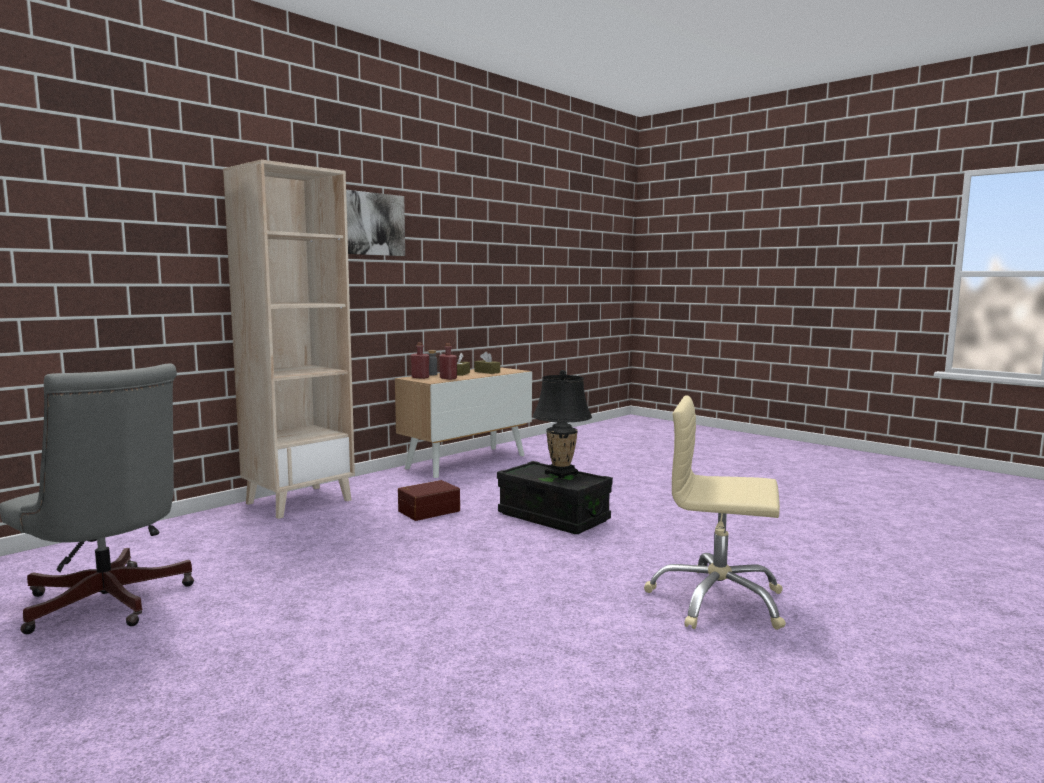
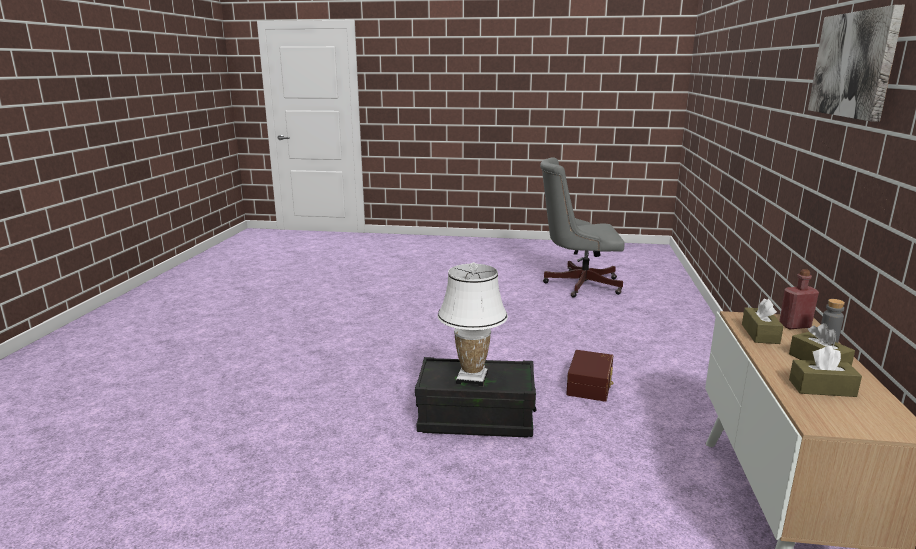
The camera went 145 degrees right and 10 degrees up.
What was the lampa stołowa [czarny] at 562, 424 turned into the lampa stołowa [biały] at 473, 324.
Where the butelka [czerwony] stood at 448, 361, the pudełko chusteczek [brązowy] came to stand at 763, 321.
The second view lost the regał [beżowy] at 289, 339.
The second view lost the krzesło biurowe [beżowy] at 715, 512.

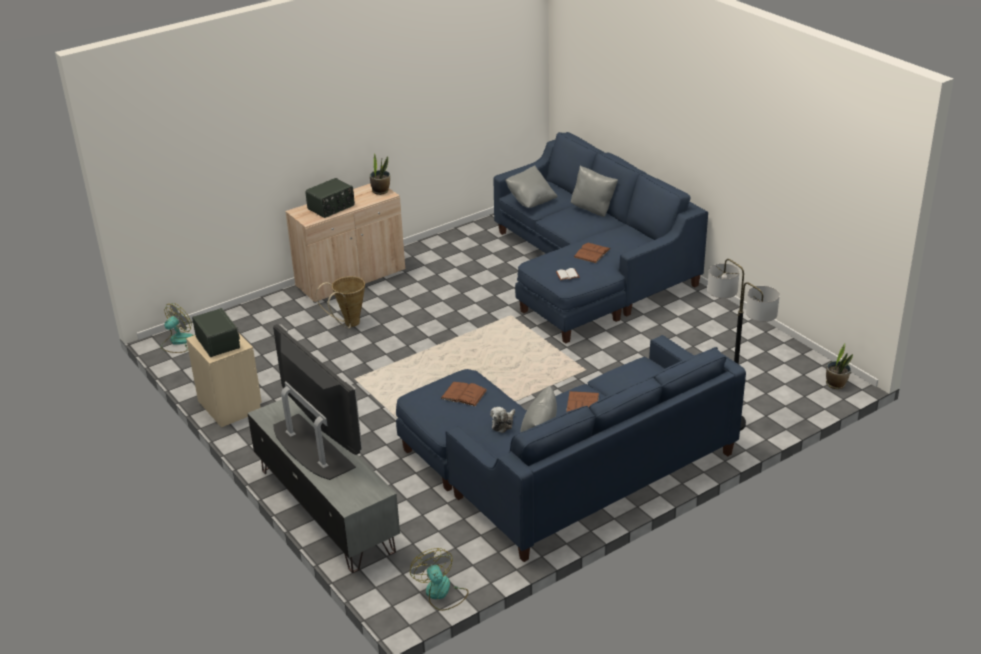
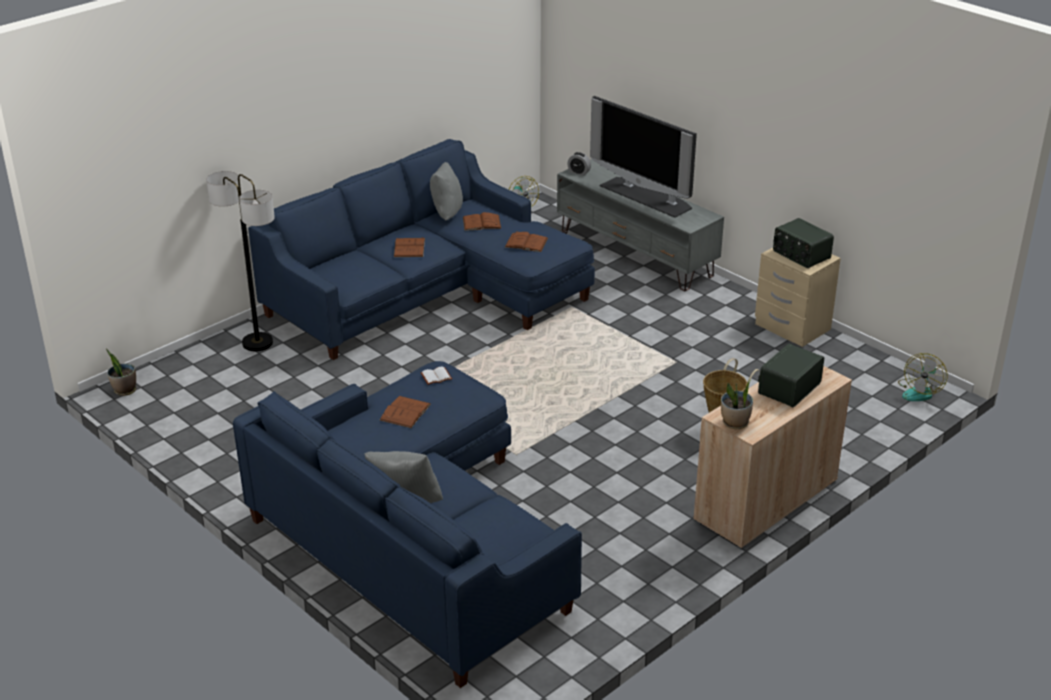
The camera went 170 degrees right and 0 degrees up.
Where the pluszak stood at 502, 420, the książka [brązowy] came to stand at 482, 221.
The second view gained the budzik at 579, 164.
The second view lost the poduszka [szary] at 531, 186.

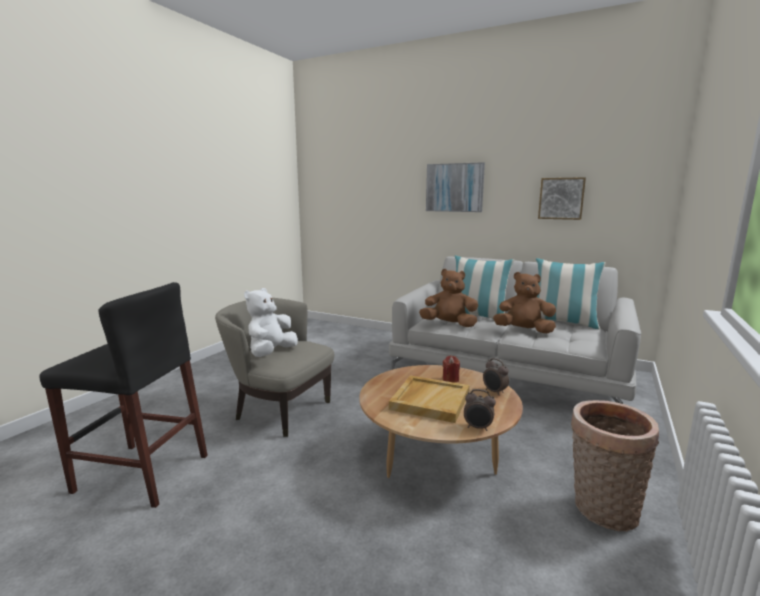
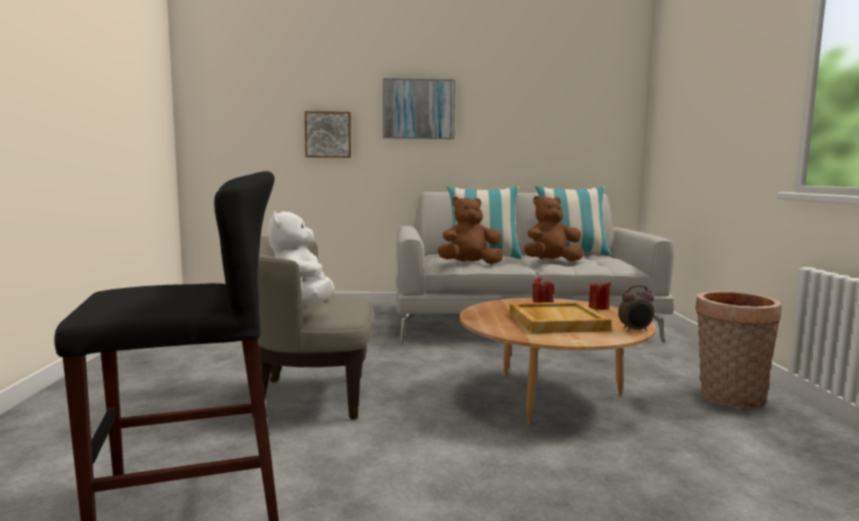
The camera went 30 degrees left and 5 degrees down.
The obraz ended up elsewhere, having gone from 562, 198 to 328, 134.
Where the budzik stood at 496, 376, the świeca [czerwony] came to stand at 600, 294.

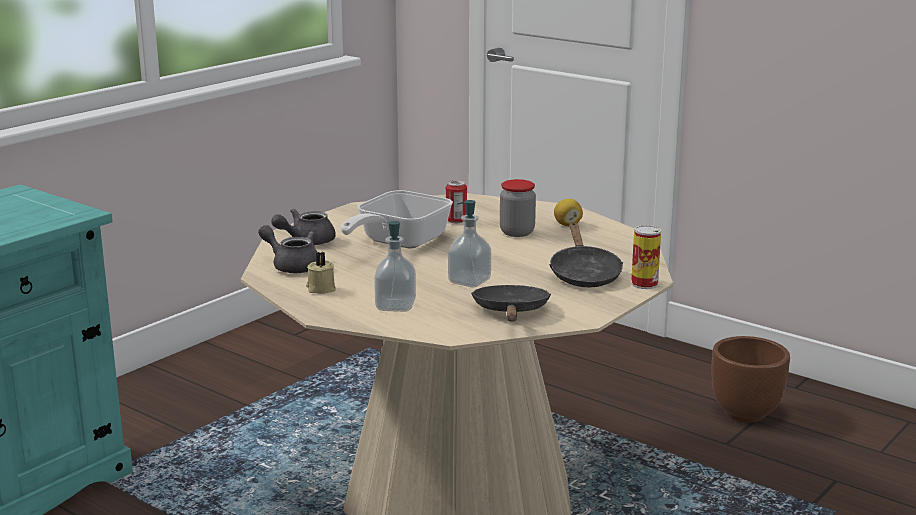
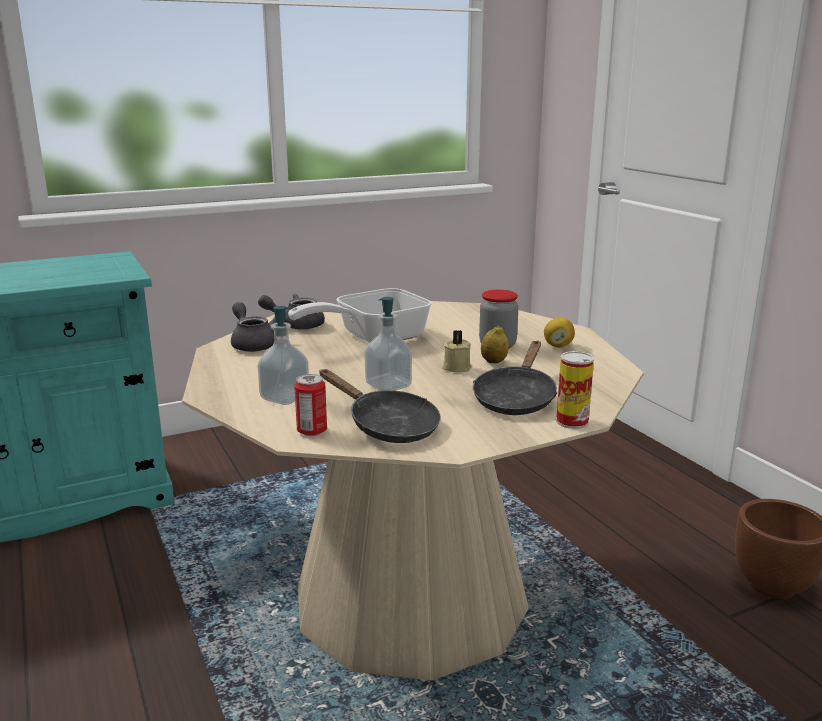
The camera went 25 degrees right and 0 degrees up.
The puszka ended up elsewhere, having gone from 456, 201 to 310, 405.
The patelnia [czarny] at 511, 303 ended up facing another way, 105 degrees clockwise from before.
The świeca [beżowy] ended up elsewhere, having gone from 321, 273 to 457, 351.
The second view gained the cytryna at 495, 344.

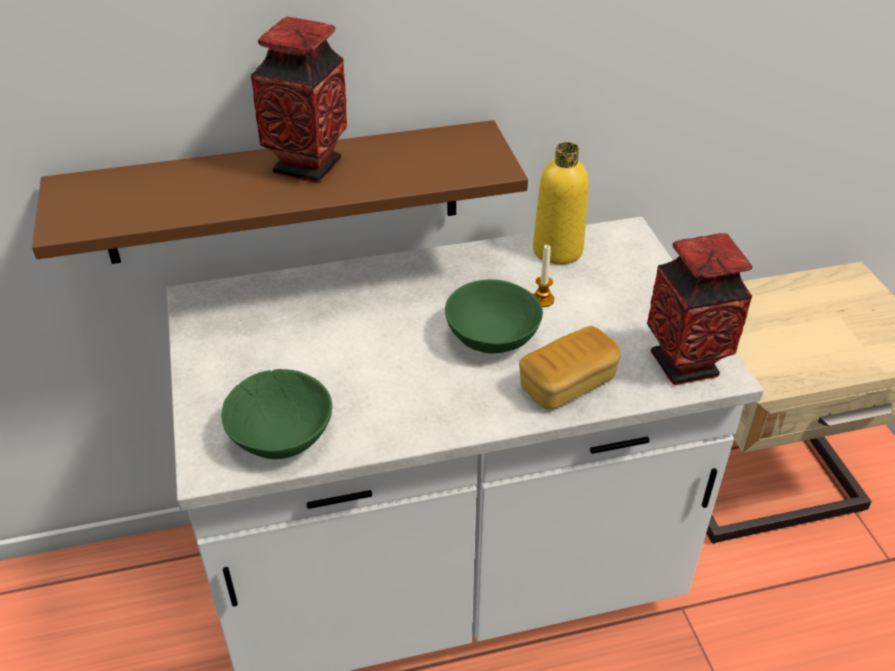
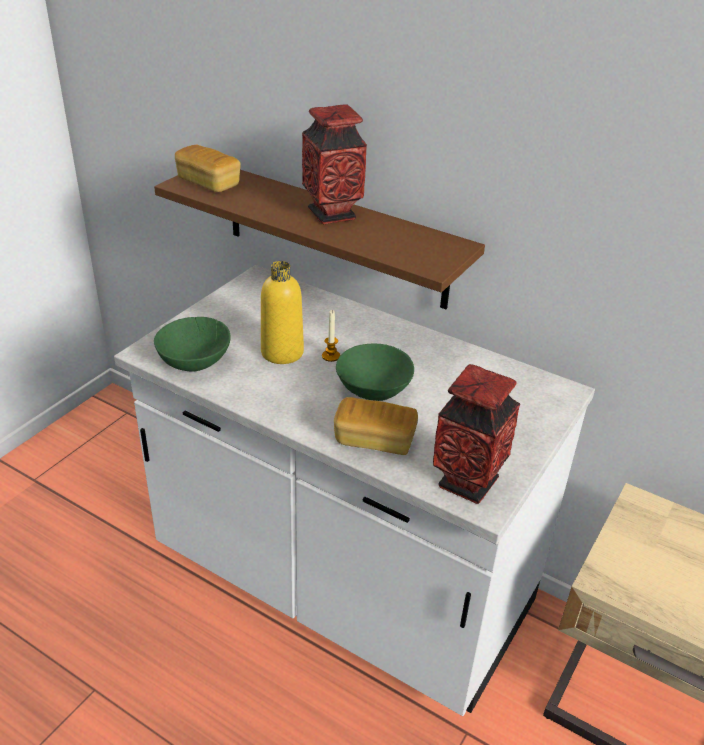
The camera went 45 degrees right and 5 degrees down.
The second view gained the chleb at 208, 168.
The butelka [żółty] ended up elsewhere, having gone from 560, 203 to 282, 312.
The świeca ended up elsewhere, having gone from 543, 275 to 331, 336.

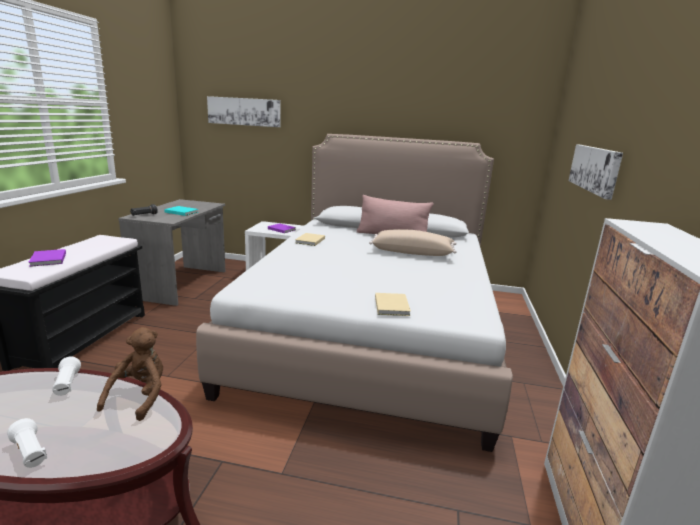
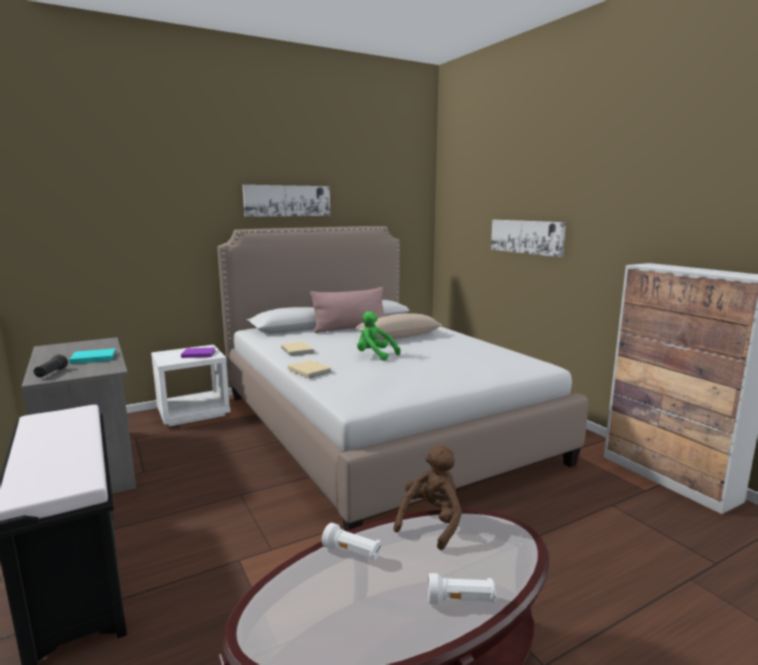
The camera went 40 degrees left and 5 degrees down.
The obraz ended up elsewhere, having gone from 243, 111 to 286, 201.
The książka [beżowy] ended up elsewhere, having gone from 393, 304 to 310, 369.
The second view gained the pluszak [zielony] at 379, 336.
The pluszak [brązowy] at 130, 374 ended up facing another way, 60 degrees clockwise from before.
The second view lost the książka [fioletowy] at 47, 258.

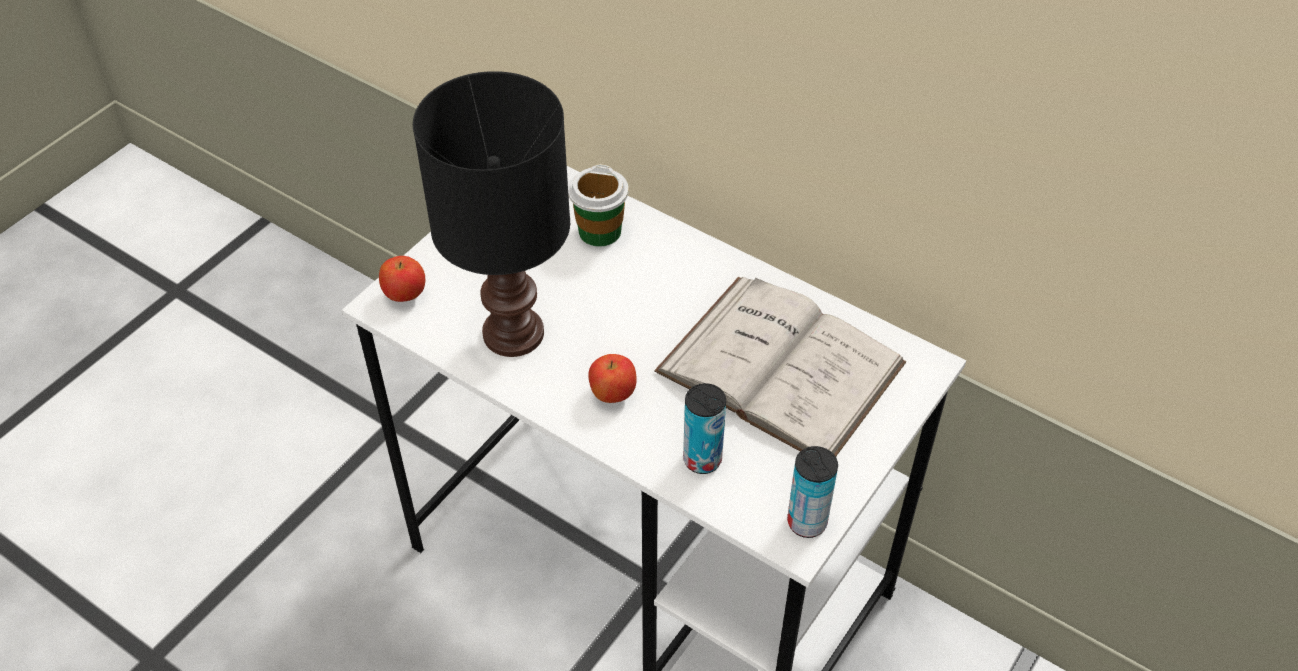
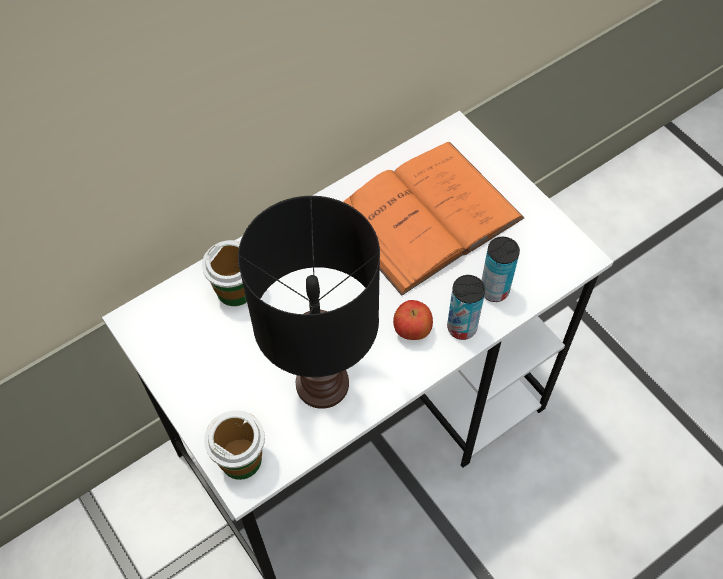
The camera went 70 degrees left and 10 degrees up.
Where the jabłko stood at 402, 279, the filiżanka came to stand at 234, 445.
What was the książka [biały] at 780, 367 turned into the książka [pomarańczowy] at 434, 219.
The puszka ended up elsewhere, having gone from 812, 492 to 466, 307.

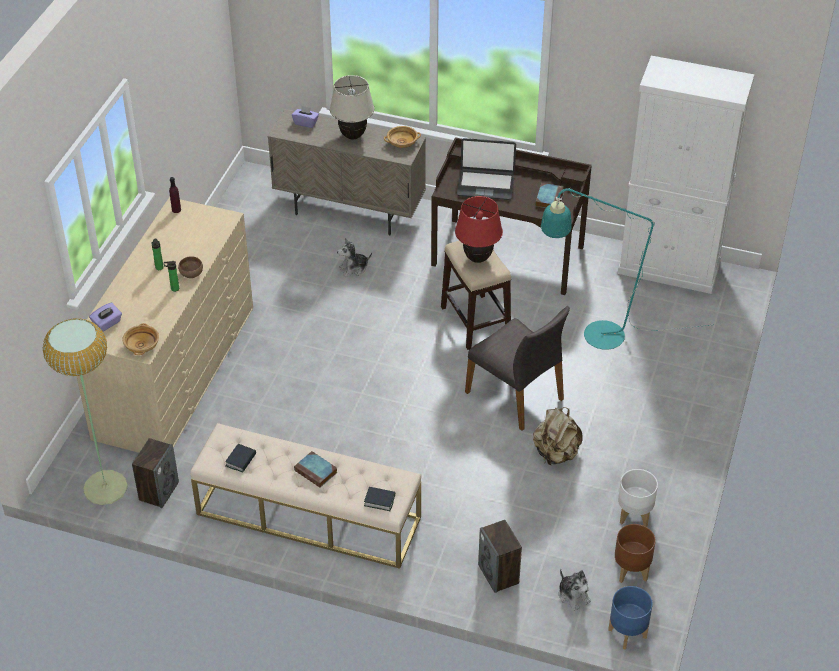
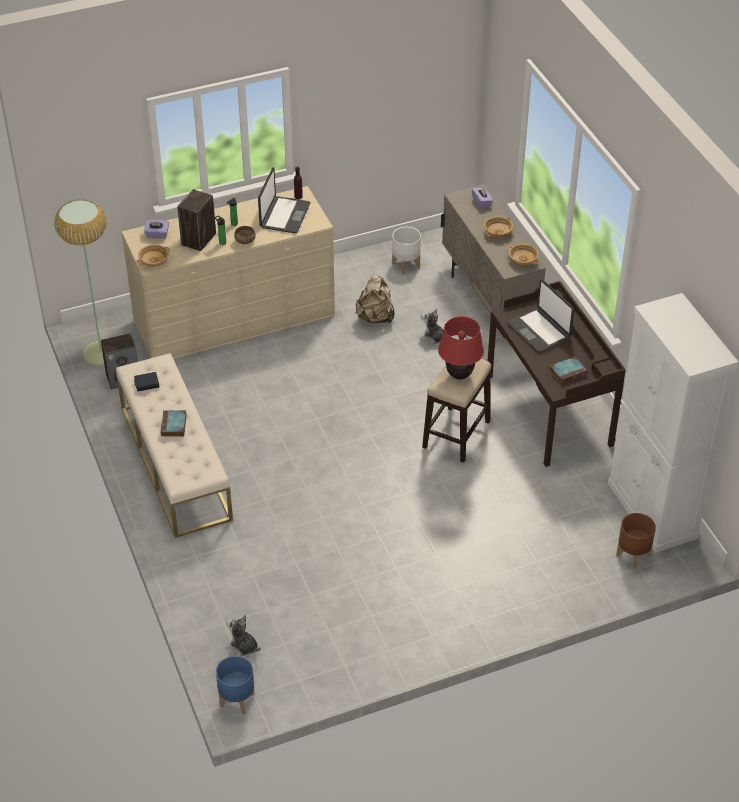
The camera went 50 degrees right and 0 degrees up.
The głośnik ended up elsewhere, having gone from 500, 556 to 196, 220.
The pluszak at 575, 590 ended up facing another way, 105 degrees clockwise from before.
The second view gained the laptop at 284, 200.
The plecak [beżowy] ended up elsewhere, having gone from 558, 436 to 375, 299.
The donica [biały] ended up elsewhere, having gone from 638, 498 to 406, 251.
Where the lampa stołowa [beżowy] stood at 352, 107, the miska [beżowy] came to stand at 498, 227.
The donica [brązowy] ended up elsewhere, having gone from 635, 553 to 636, 541.
The second view lost the książka at 379, 499.
The second view lost the krzesło [szary] at 517, 368.
The second view lost the lampa stojąca [turkusowy] at 625, 269.

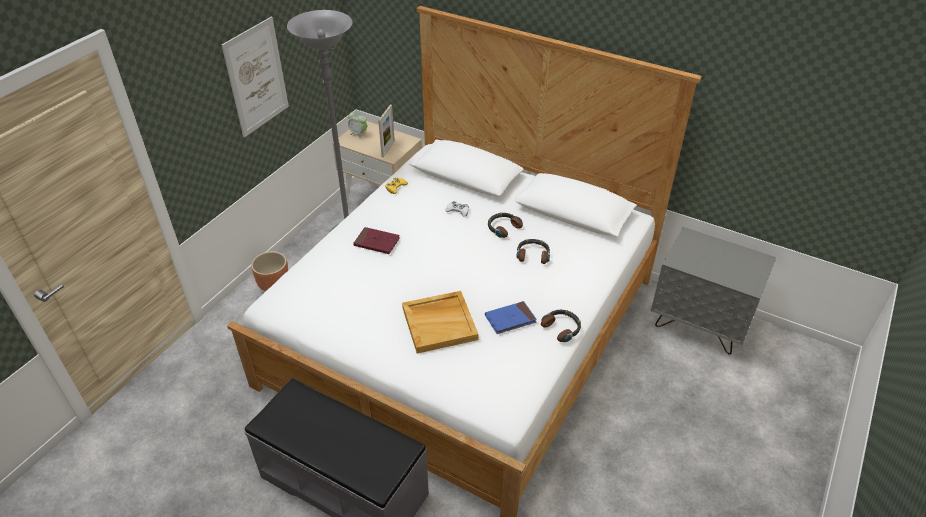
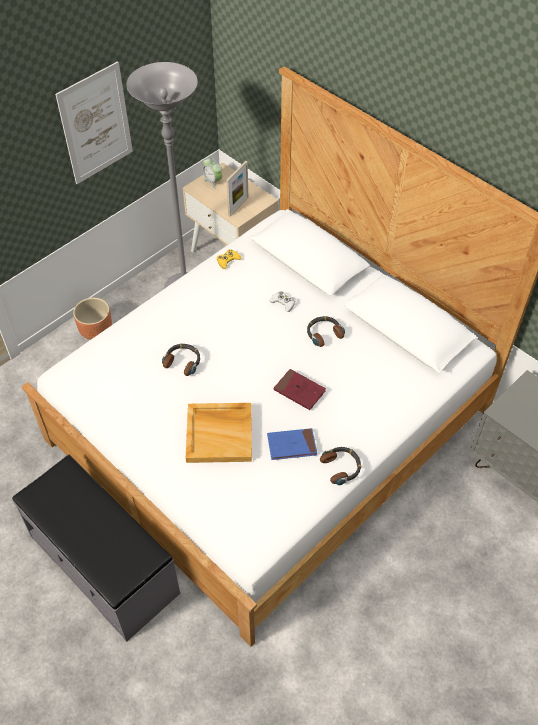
The camera went 15 degrees right and 10 degrees up.
The słuchawki ended up elsewhere, having gone from 533, 251 to 181, 359.
The książka [czerwony] ended up elsewhere, having gone from 376, 240 to 300, 389.

